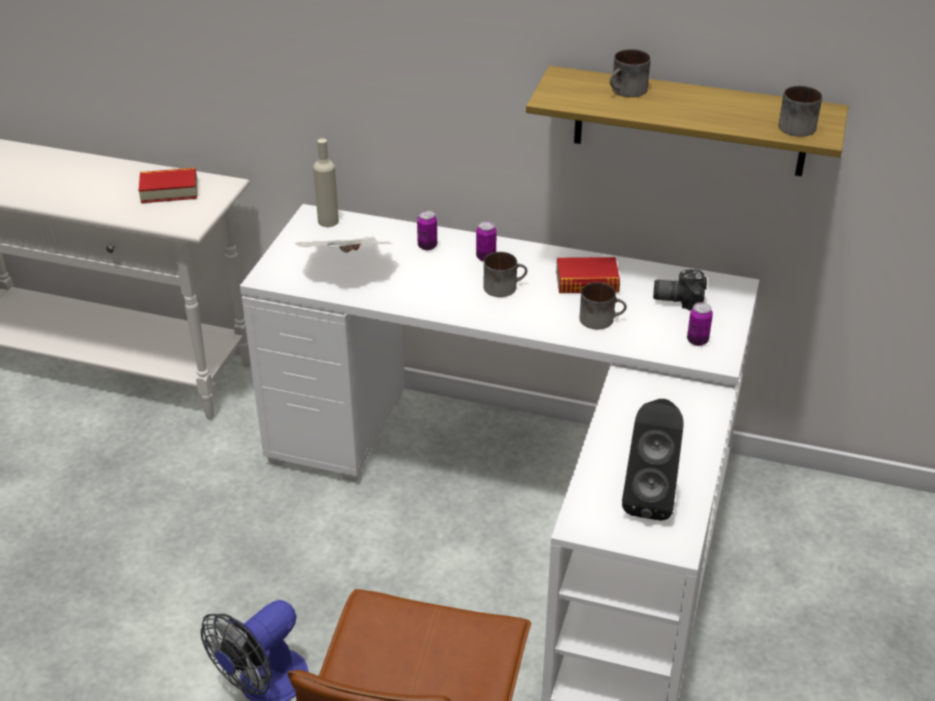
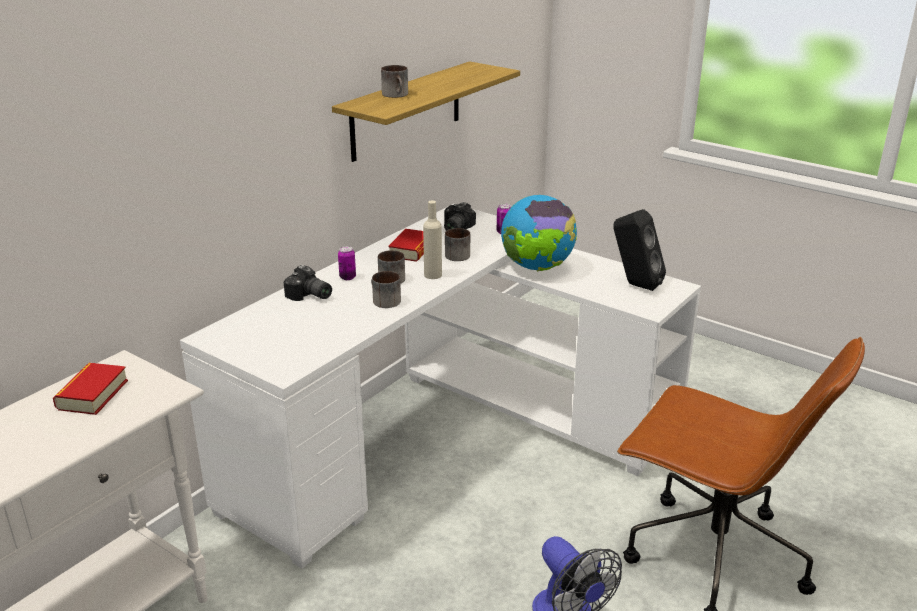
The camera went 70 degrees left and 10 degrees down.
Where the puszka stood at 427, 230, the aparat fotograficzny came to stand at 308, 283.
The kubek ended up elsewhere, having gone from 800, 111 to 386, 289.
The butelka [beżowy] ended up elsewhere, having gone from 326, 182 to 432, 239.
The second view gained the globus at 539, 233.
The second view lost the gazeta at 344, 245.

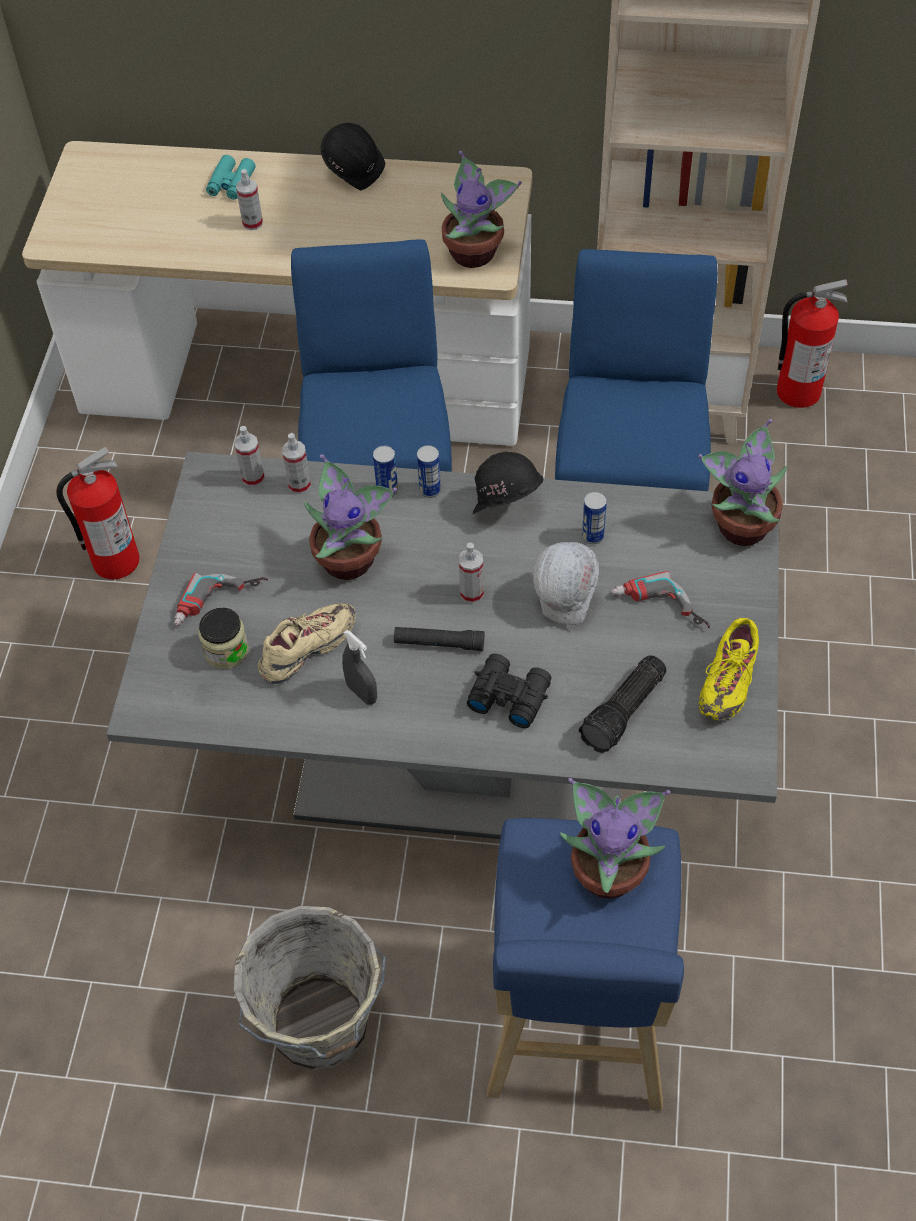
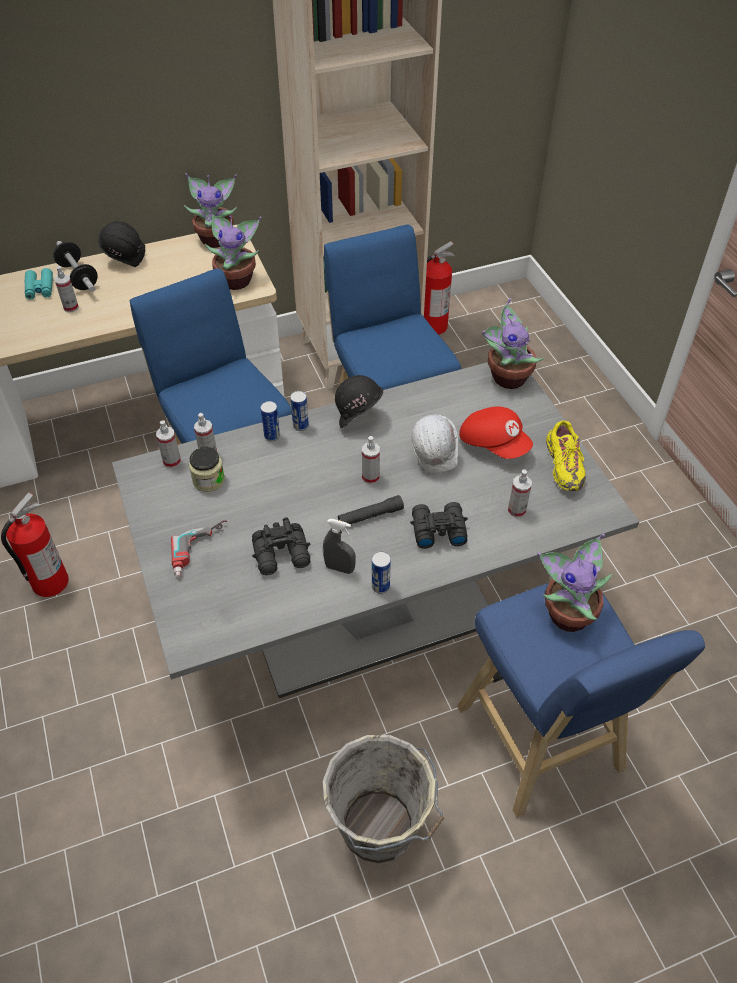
The camera went 30 degrees left and 5 degrees down.
The second view gained the hantel at 75, 266.
The roślina doniczkowa ended up elsewhere, having gone from 350, 517 to 210, 210.
The słoik ended up elsewhere, having gone from 224, 638 to 207, 469.
Where the but [beżowy] stood at 307, 643, the lornetka [czarny] came to stand at 281, 546.
The puszka ended up elsewhere, having gone from 594, 518 to 381, 572.
Where the wiertarka stood at 660, 599, the czapka z daszkiem [czerwony] came to stand at 496, 432.
Where the latarka stood at 623, 704, the spryskiwacz came to stand at 520, 493.

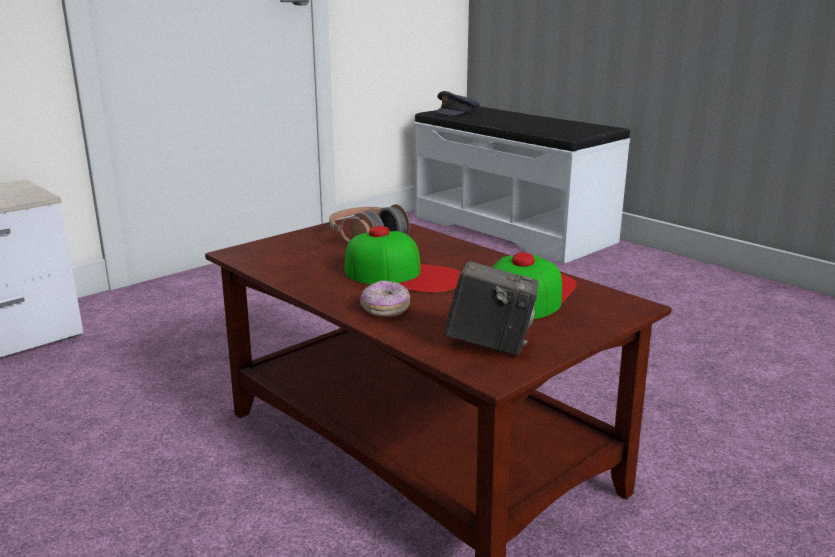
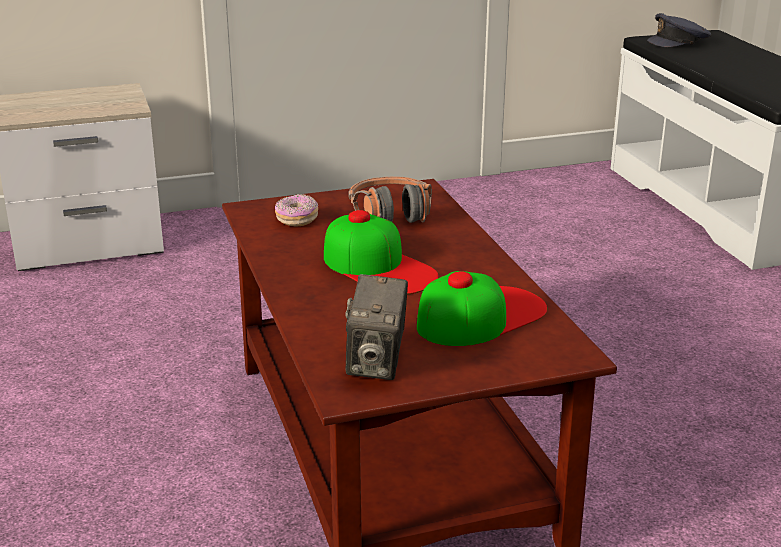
The camera went 25 degrees right and 5 degrees up.
The donut ended up elsewhere, having gone from 385, 298 to 296, 210.
The aparat fotograficzny at 491, 307 ended up facing another way, 60 degrees clockwise from before.

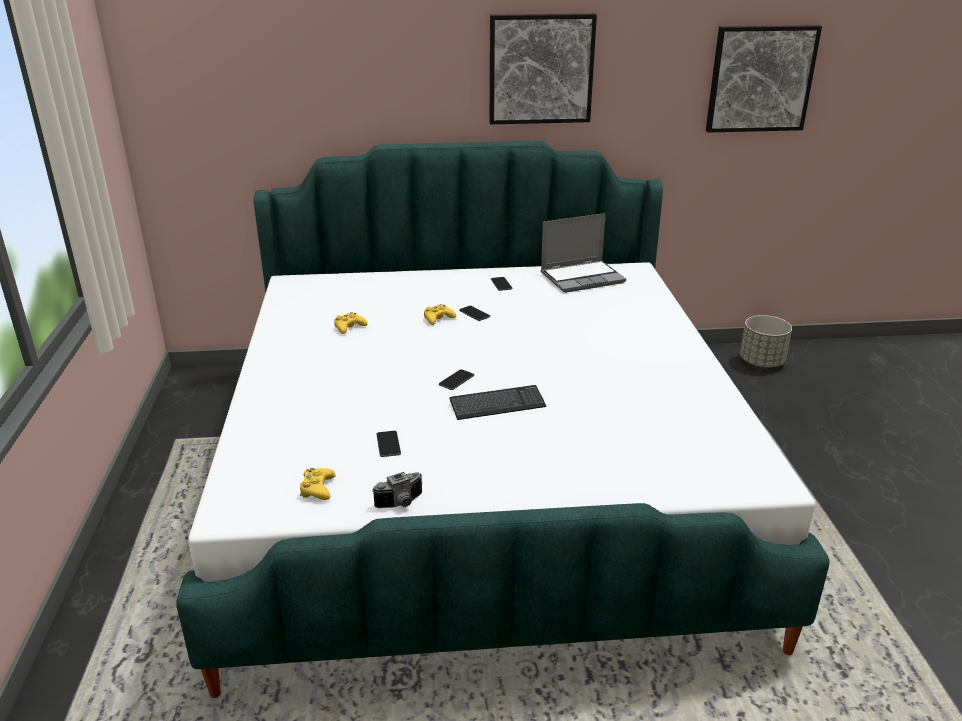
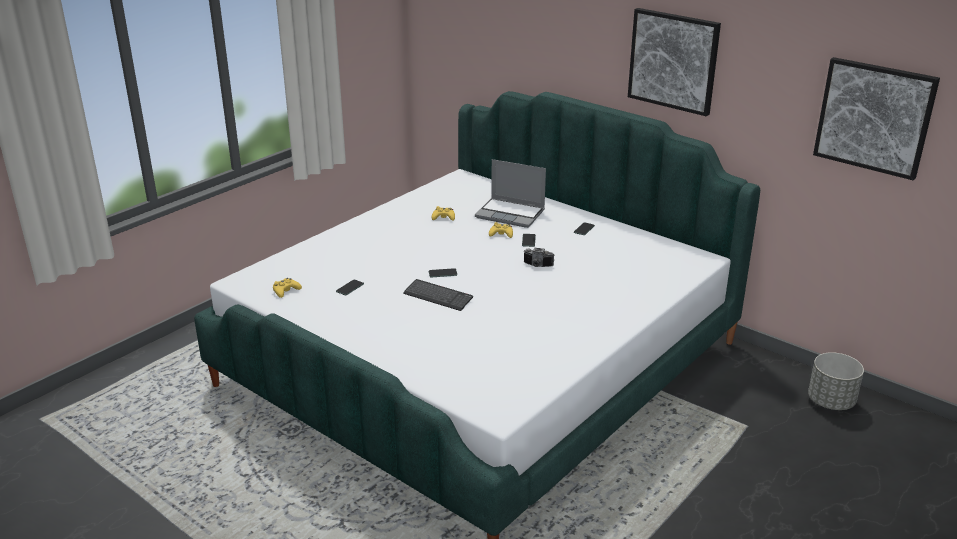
The camera went 45 degrees right and 0 degrees up.
The laptop ended up elsewhere, having gone from 583, 253 to 510, 193.
The aparat fotograficzny ended up elsewhere, having gone from 397, 490 to 539, 257.

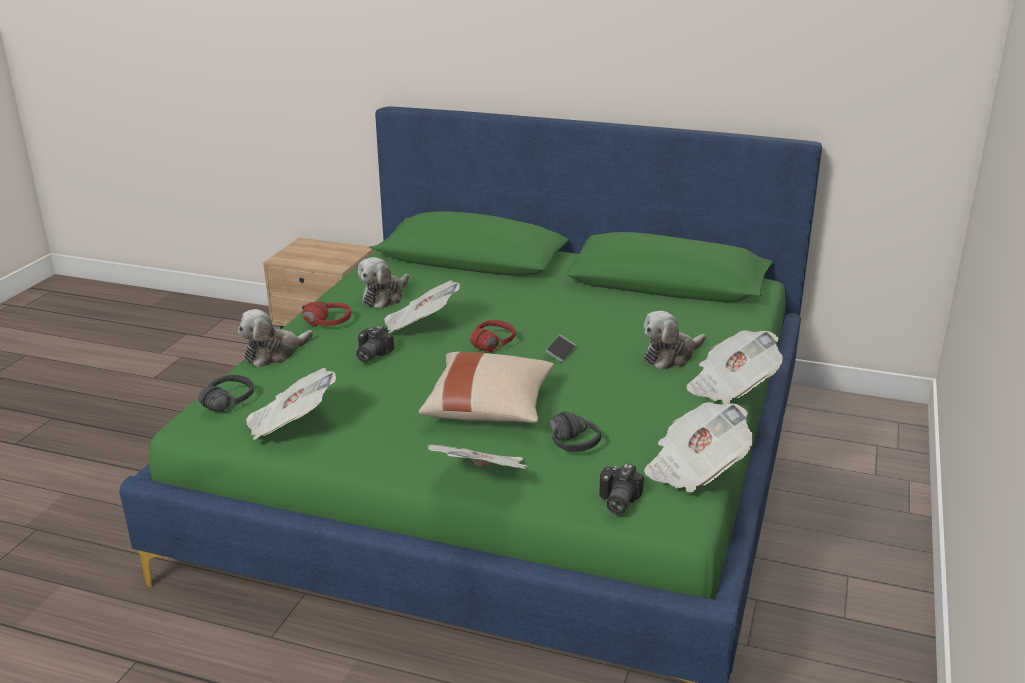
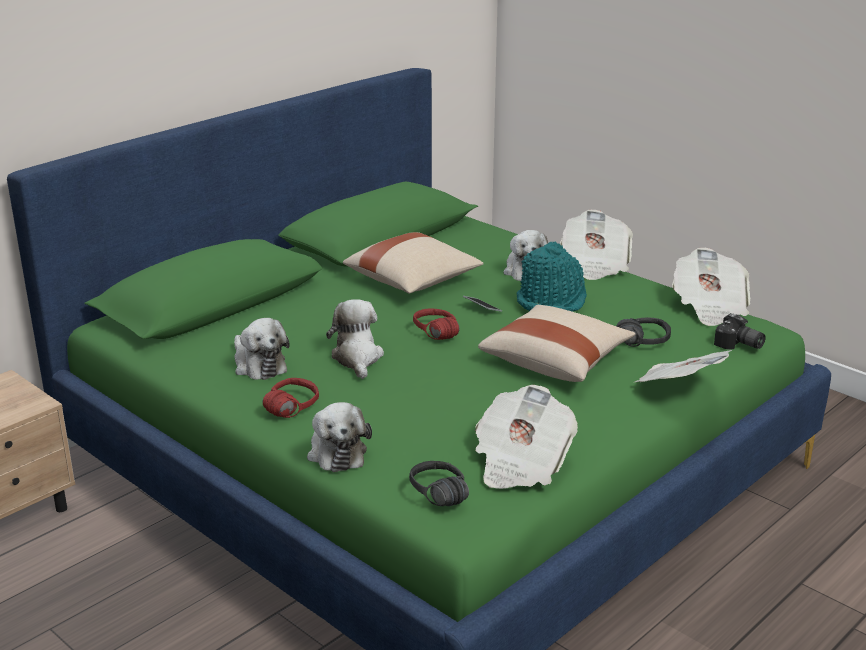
The camera went 65 degrees left and 0 degrees up.
Where the gazeta stood at 422, 306, the pluszak came to stand at 355, 339.
The second view gained the poduszka [beżowy] at 413, 263.
The second view gained the kapelusz [turkusowy] at 552, 276.
The second view lost the aparat fotograficzny at 375, 344.

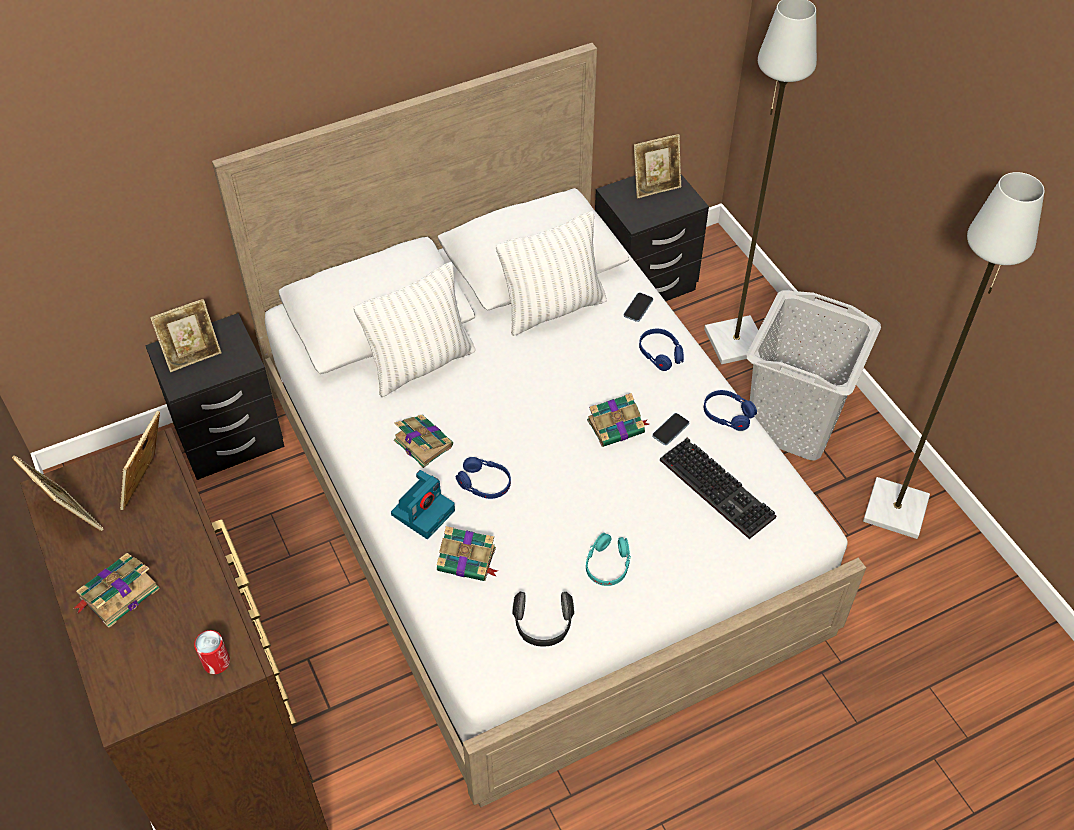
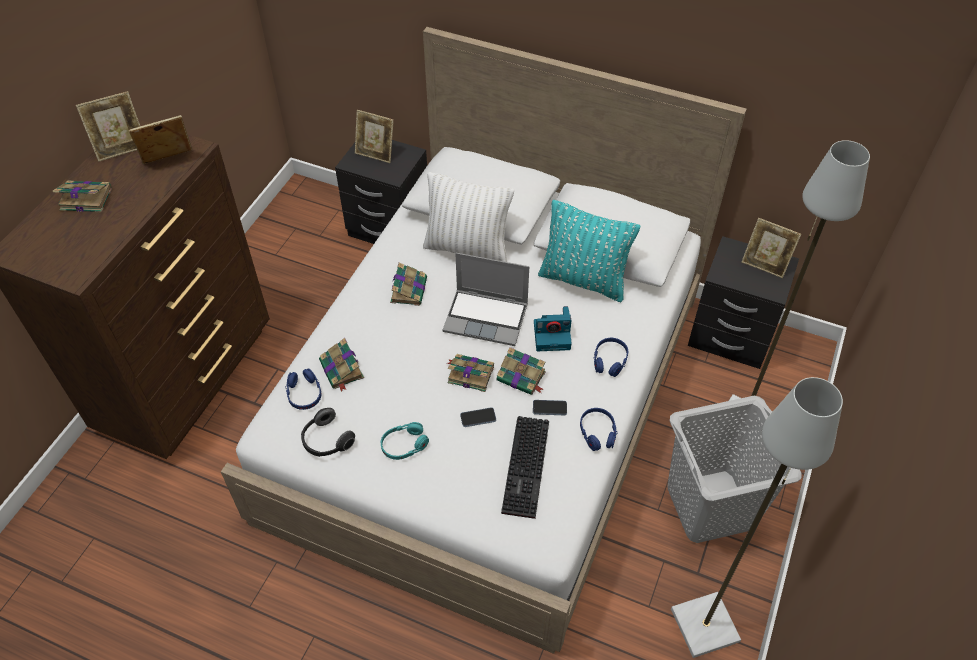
The camera went 50 degrees right and 0 degrees up.
The ramka na zdjęcie at 58, 493 ended up facing another way, 60 degrees clockwise from before.
The słuchawki [niebieski] ended up elsewhere, having gone from 483, 478 to 303, 389.
The second view gained the laptop at 486, 299.
The second view gained the książka at 470, 373.
The telefon ended up elsewhere, having gone from 638, 307 to 478, 417.
The aparat fotograficzny ended up elsewhere, having gone from 423, 504 to 553, 328.
What was the poduszka [biały] at 551, 273 turned into the poduszka [turkusowy] at 589, 251.
The second view lost the puszka at 212, 652.

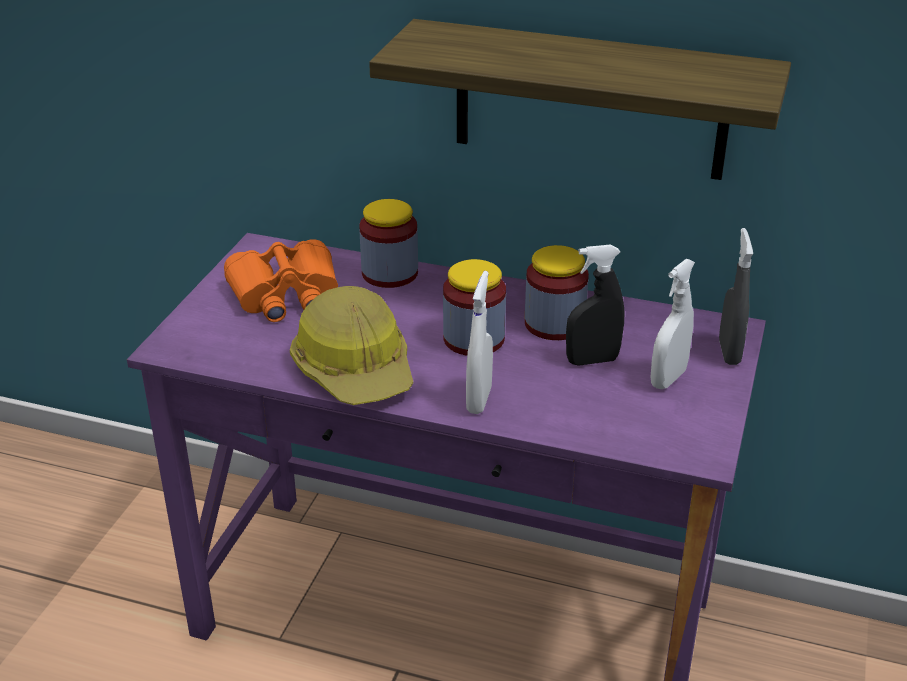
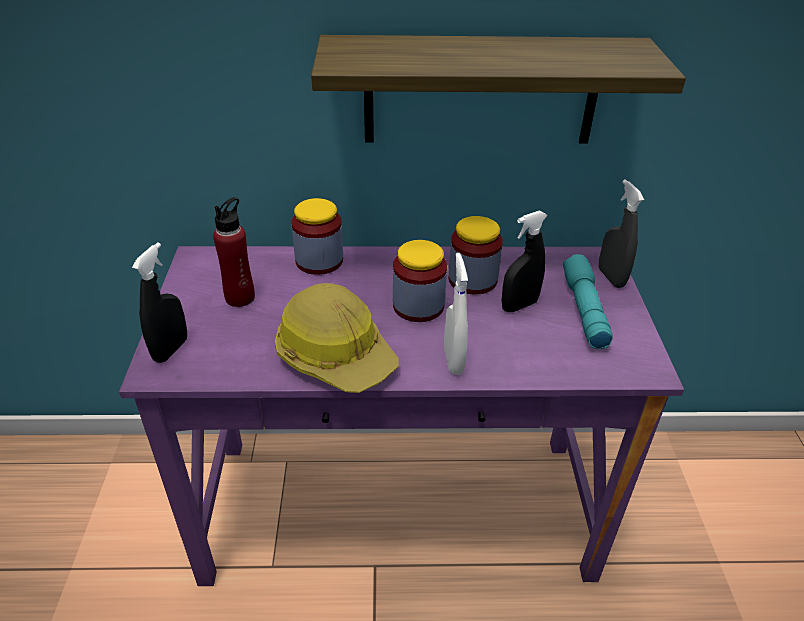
The camera went 20 degrees left and 5 degrees up.
The second view gained the spryskiwacz [czarny] at 159, 302.
Where the lornetka [pomarańczowy] stood at 281, 280, the butelka [czerwony] came to stand at 234, 252.
Where the spryskiwacz [biały] stood at 673, 324, the latarka [turkusowy] came to stand at 588, 301.

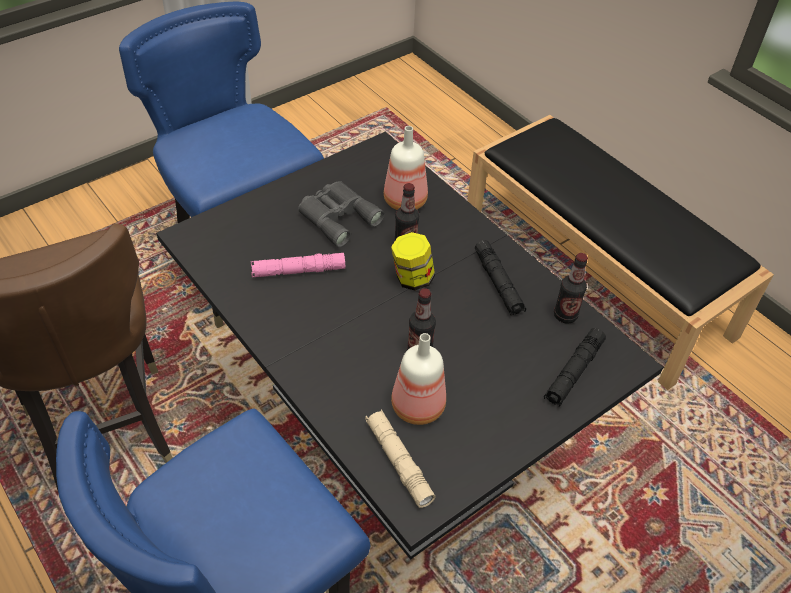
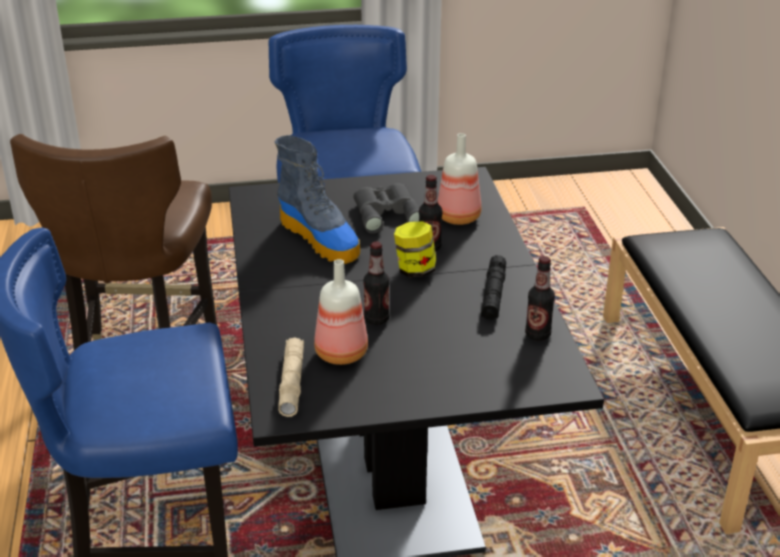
The camera went 30 degrees right and 15 degrees down.
Where the latarka [różowy] stood at 298, 265, the but z cholewką came to stand at 317, 199.
The second view lost the latarka [czarny] at 575, 367.

